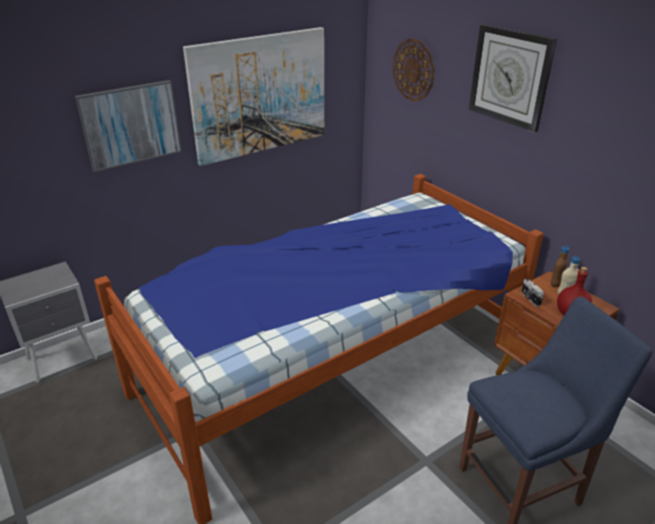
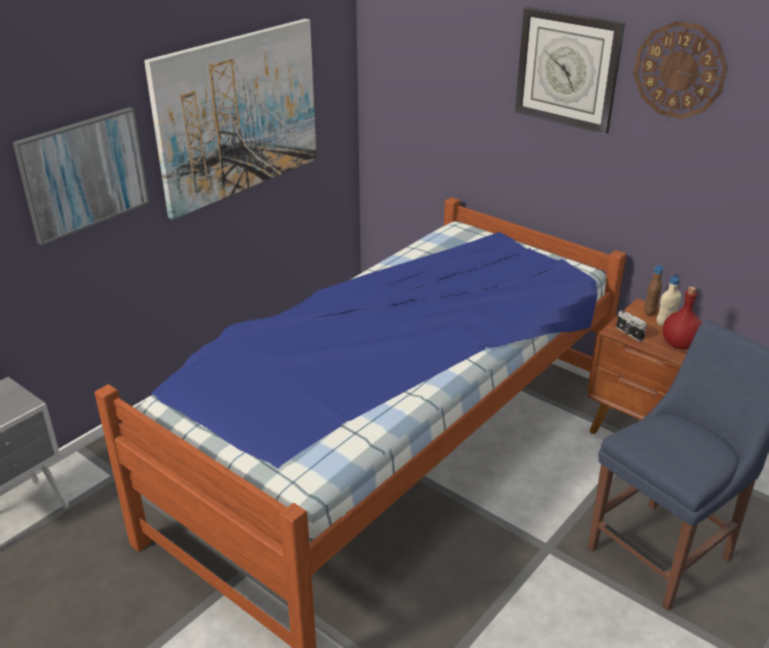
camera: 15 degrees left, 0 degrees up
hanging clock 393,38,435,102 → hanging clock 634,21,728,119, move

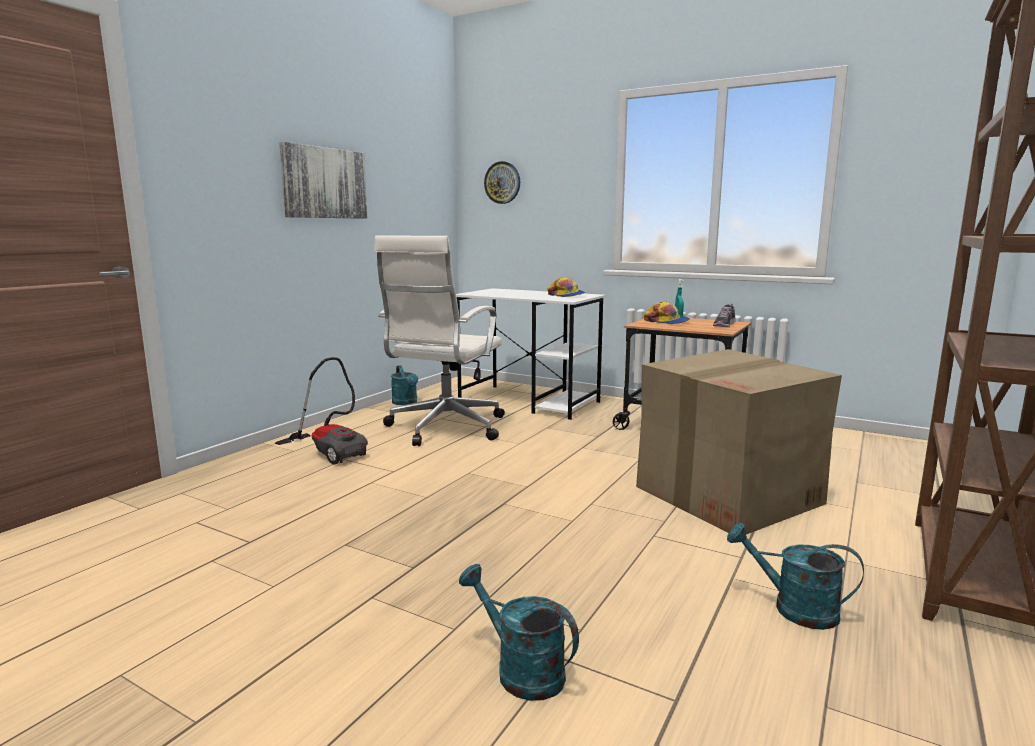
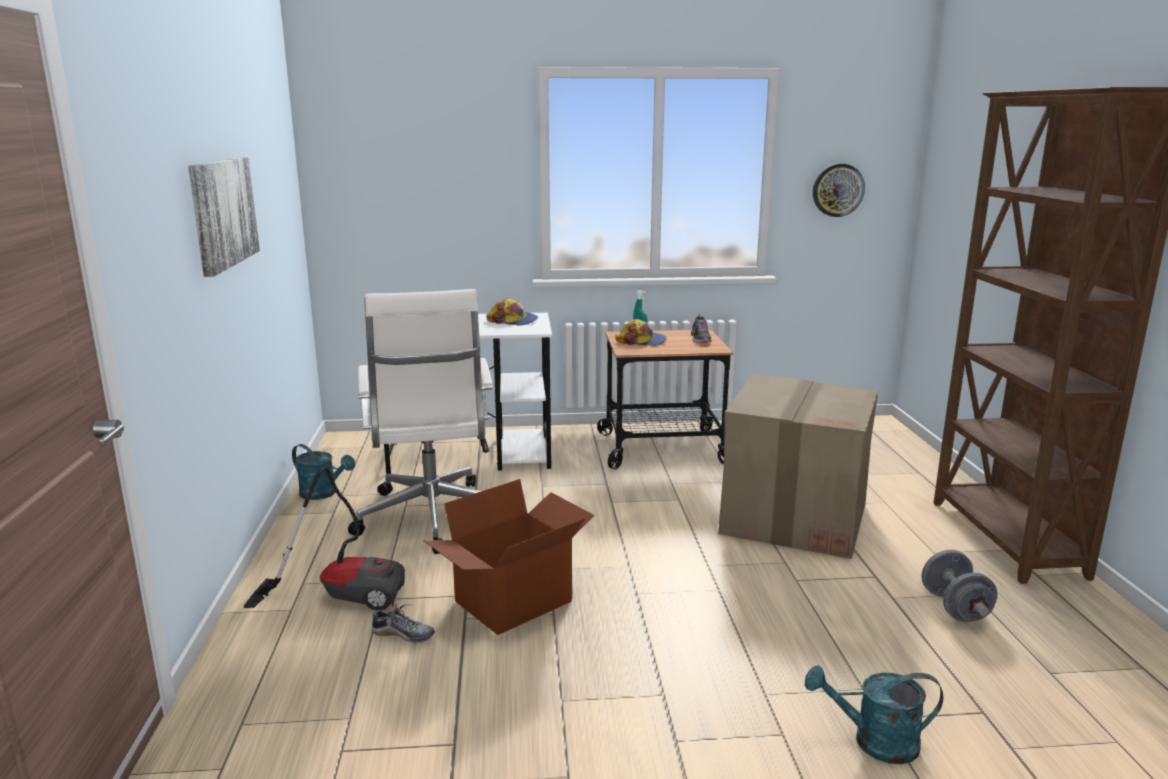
camera: 35 degrees left, 5 degrees up
- → low shoe 371,604,435,643
- → carton 423,479,594,635
hanging clock 484,161,520,204 → hanging clock 813,164,865,217, move
turquoise watering can 727,522,864,630 → gray free weight 921,550,998,622

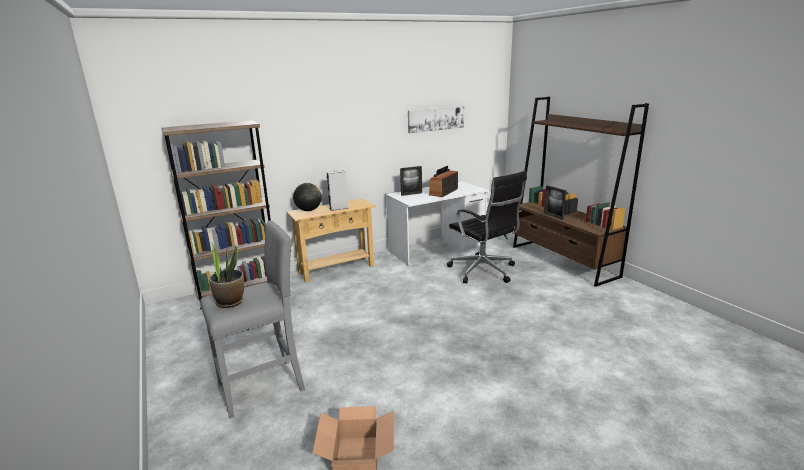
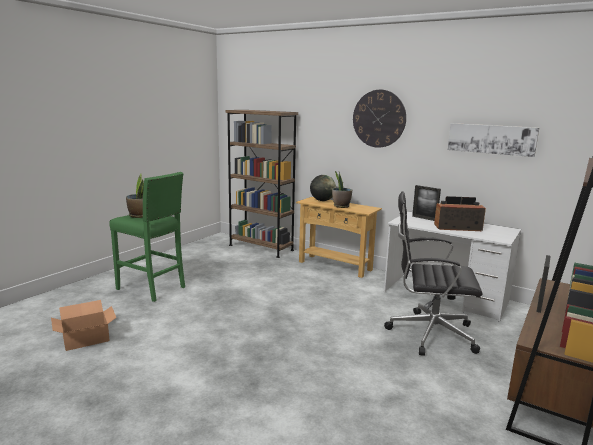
camera: 60 degrees right, 5 degrees down
- → hanging clock 353,90,406,148
gray audio speaker 327,171,348,211 → potted plant 332,171,352,208
gray stool seat 200,221,305,419 → greenish stool seat 109,172,185,302
blackish desk chair 447,171,527,283 → blackish desk chair 384,191,483,356, 75 degrees clockwise

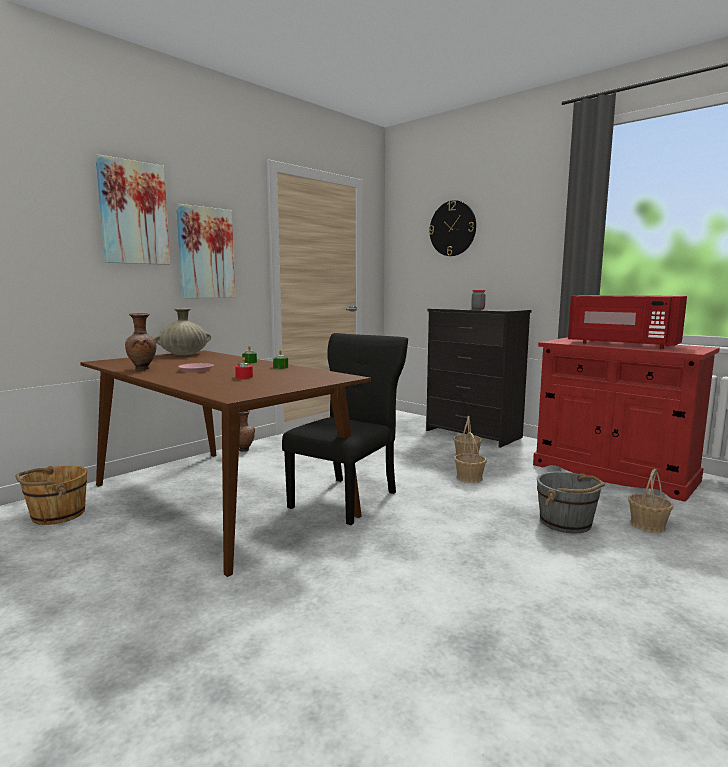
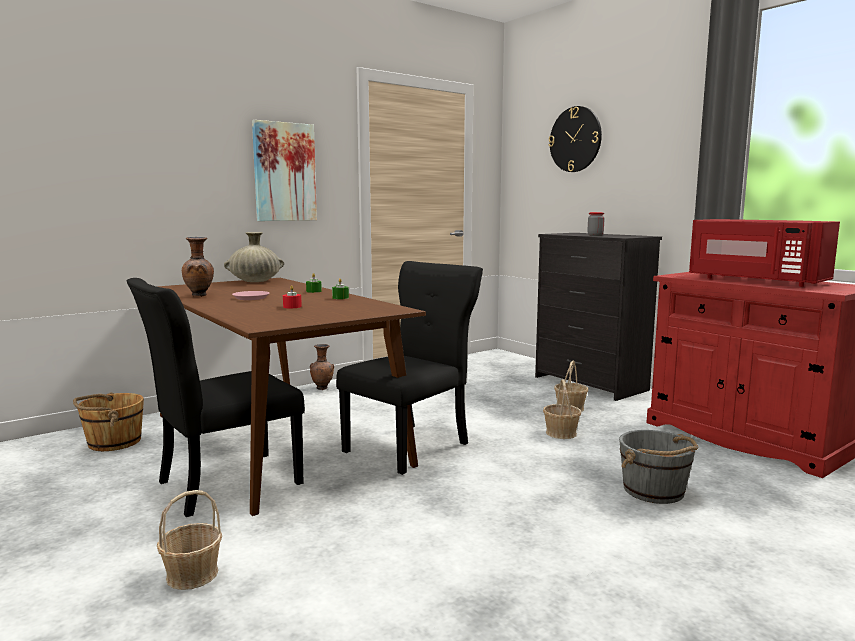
camera: 10 degrees right, 0 degrees up
picture 95,154,170,265 → -
- → blackish chair 127,278,305,517
storage basket 628,469,673,533 → storage basket 157,490,222,590, move

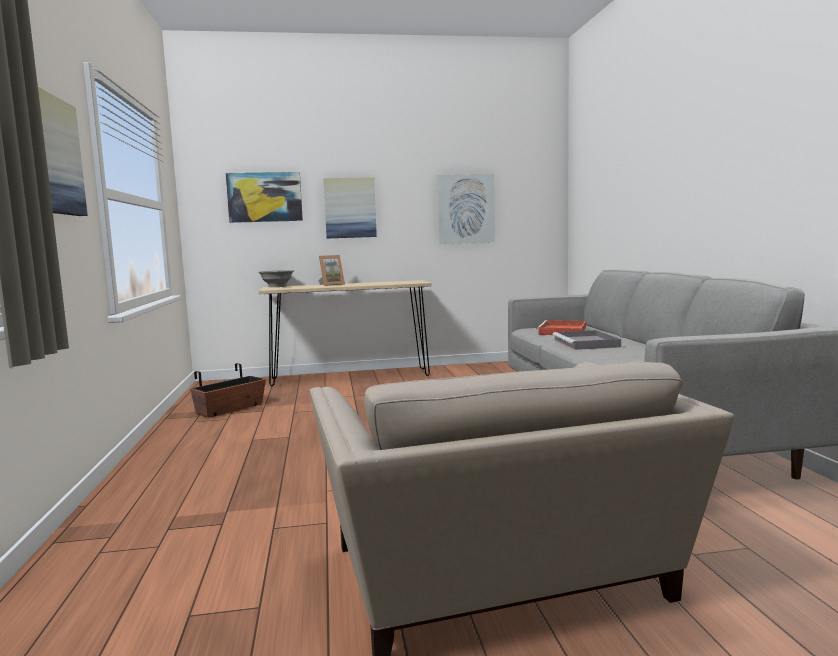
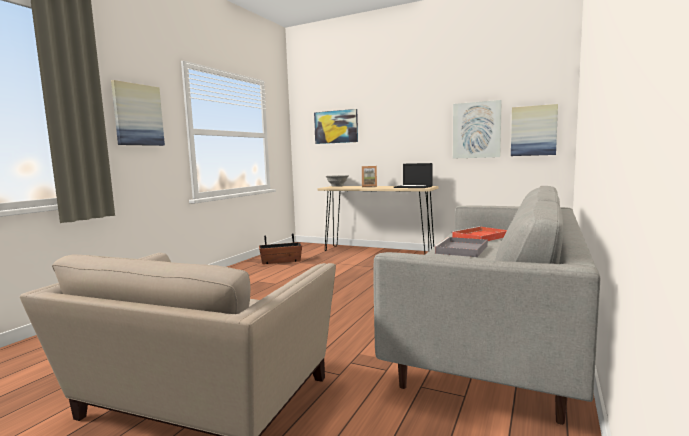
camera: 35 degrees right, 0 degrees up
- → notebook computer 394,163,432,188
picture 323,177,377,239 → picture 511,104,558,156, move

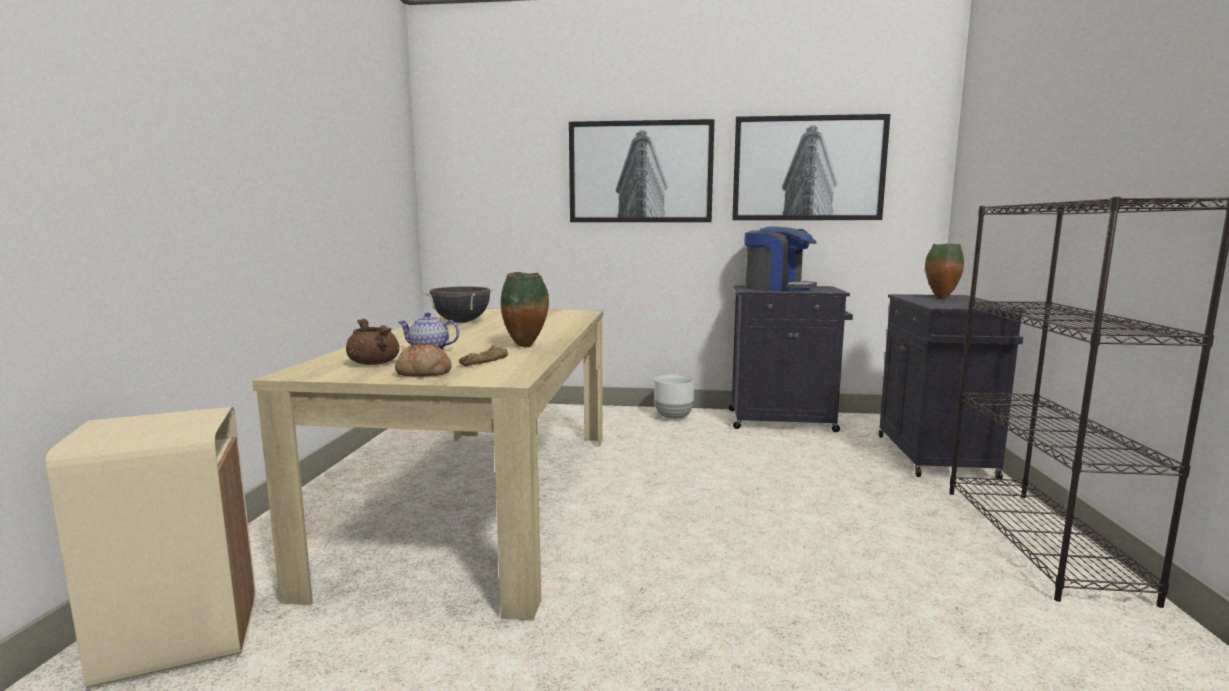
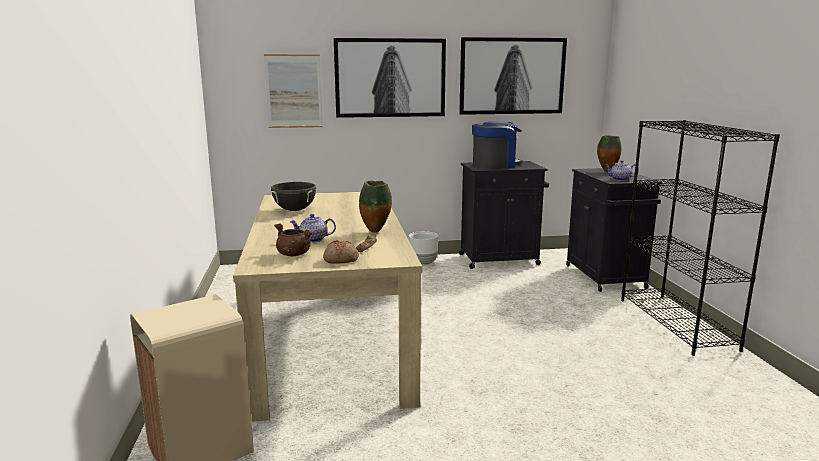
camera: 15 degrees left, 5 degrees up
- → picture 264,54,323,128
- → teapot 605,160,639,181
coffee brewer 745,227,817,292 → coffee brewer 472,121,523,169, 45 degrees counterclockwise

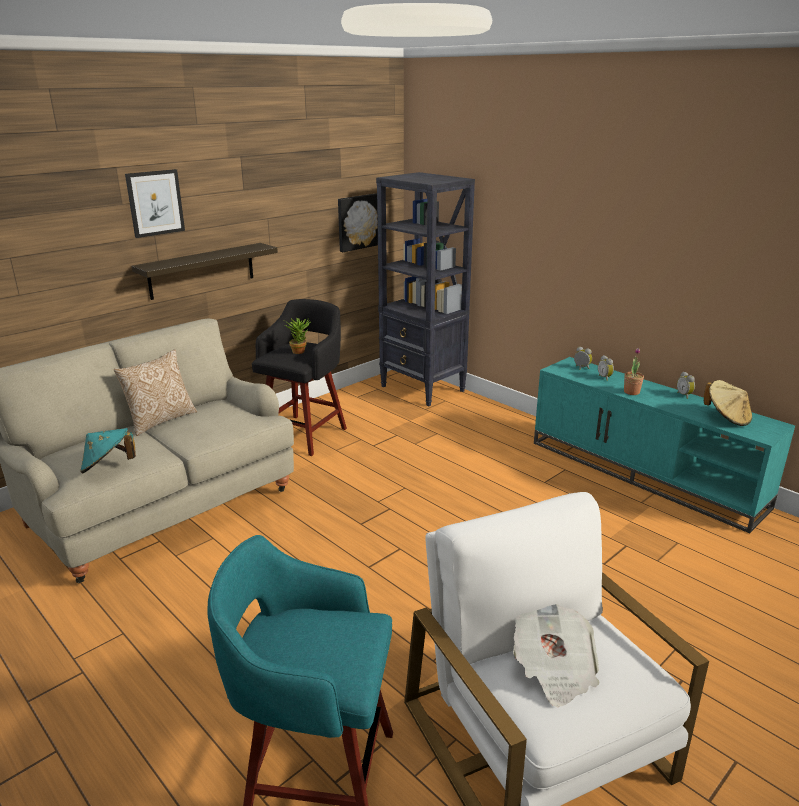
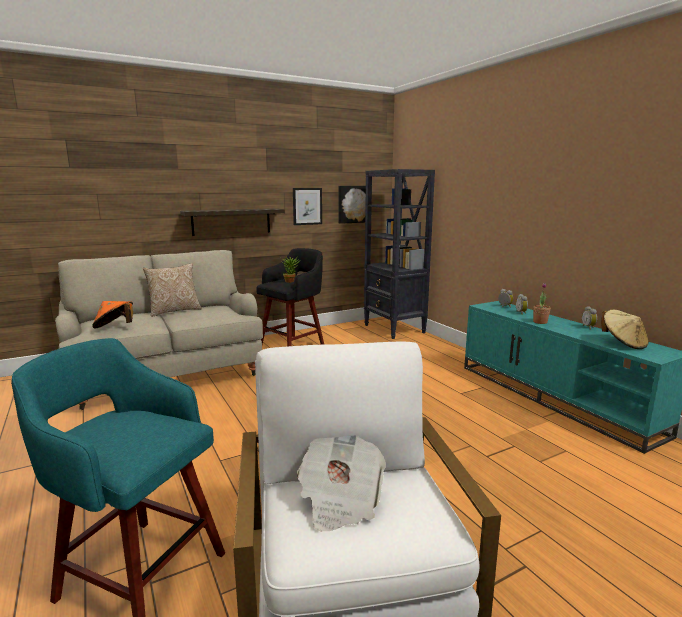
camera: 15 degrees right, 10 degrees down
picture 125,169,185,238 → picture 293,188,322,225, move
turquoise clothing hat 80,428,136,473 → orange clothing hat 92,301,133,329

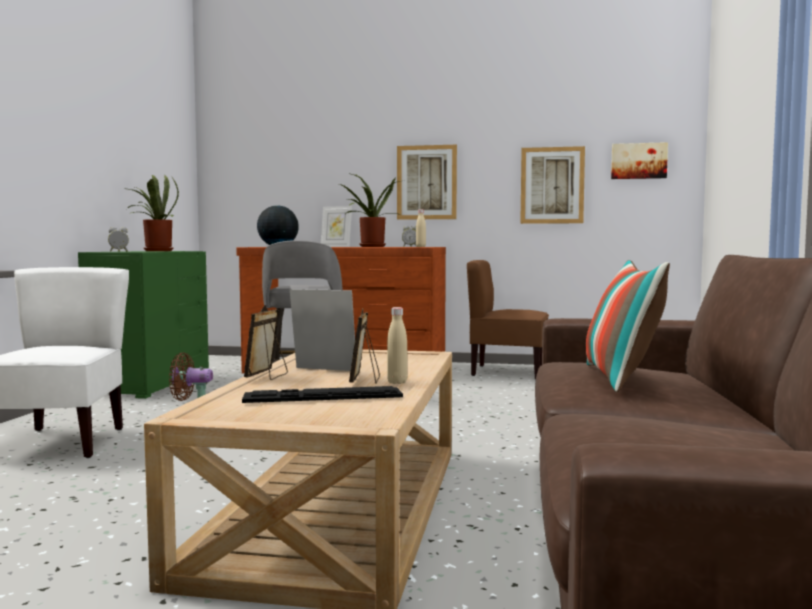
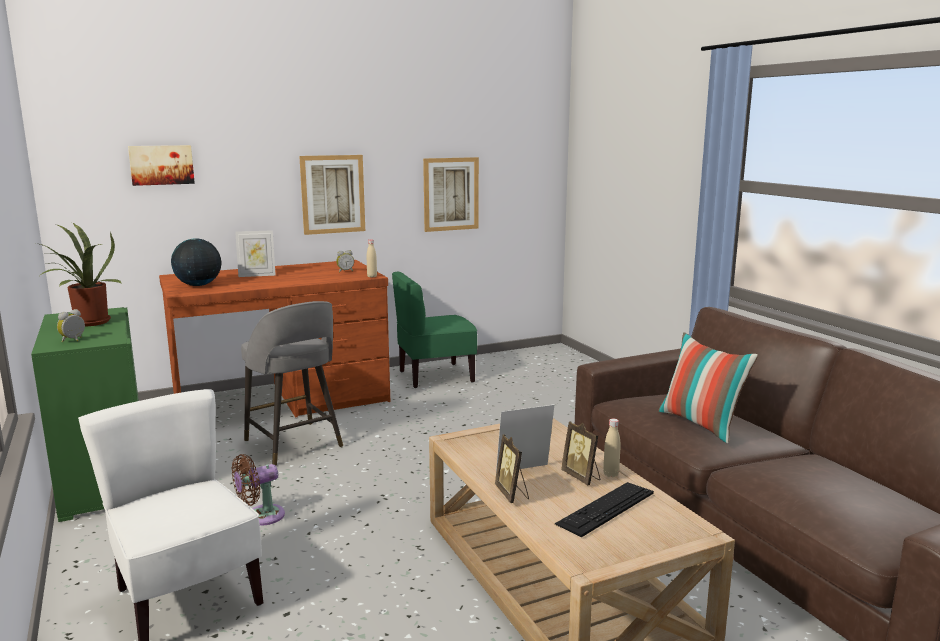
camera: 35 degrees left, 10 degrees up
potted plant 339,173,400,247 → -
picture 611,142,668,179 → picture 128,145,195,186, move
brown-coloured chair 467,260,549,380 → greenish chair 392,272,477,388

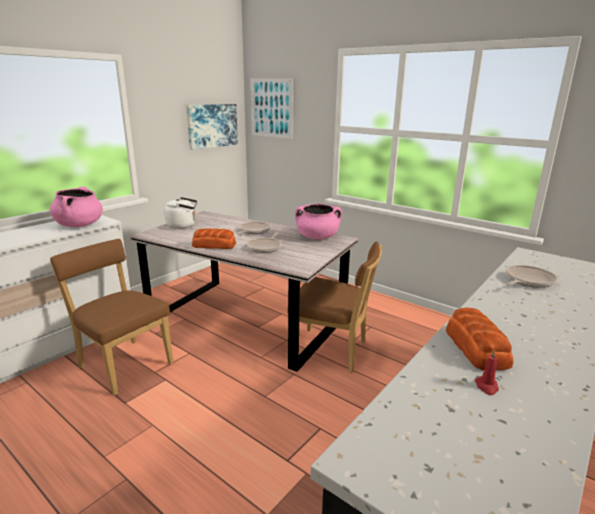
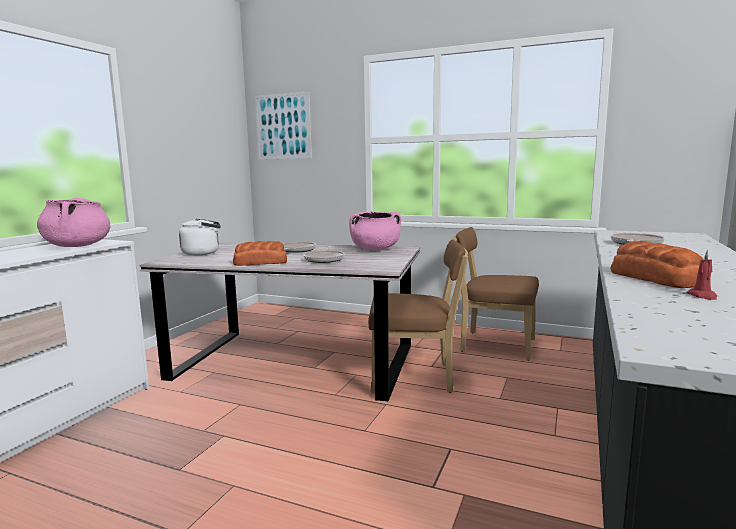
camera: 15 degrees left, 10 degrees down
picture 186,104,238,150 → -
brown-coloured chair 50,239,173,396 → brown-coloured chair 452,227,539,361, move

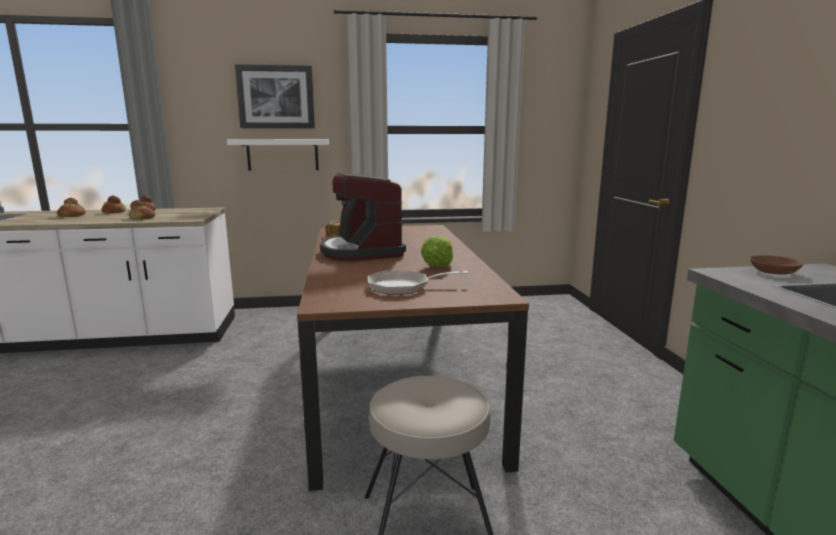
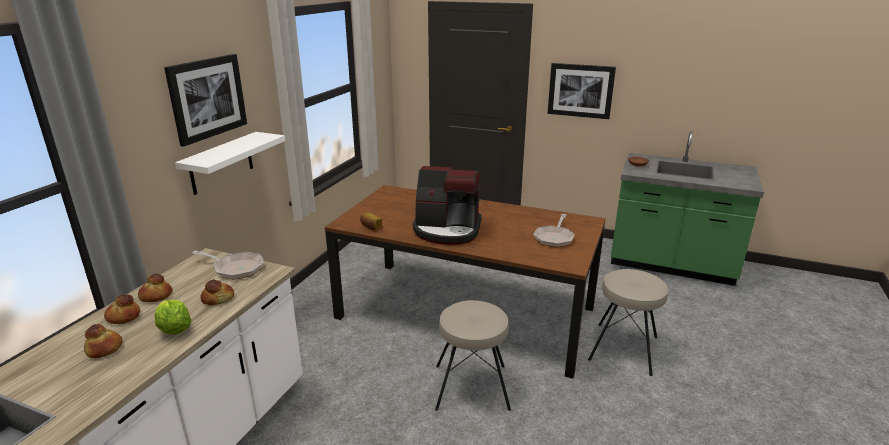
camera: 60 degrees left, 10 degrees up
- → pan 192,251,264,280
- → beige stool seat 435,300,511,411
- → picture 548,63,616,119
head of lettuce 421,236,453,267 → head of lettuce 155,300,192,335, move

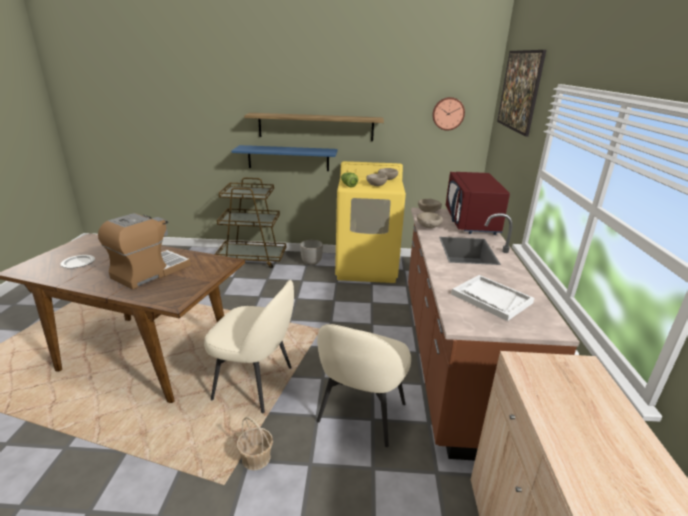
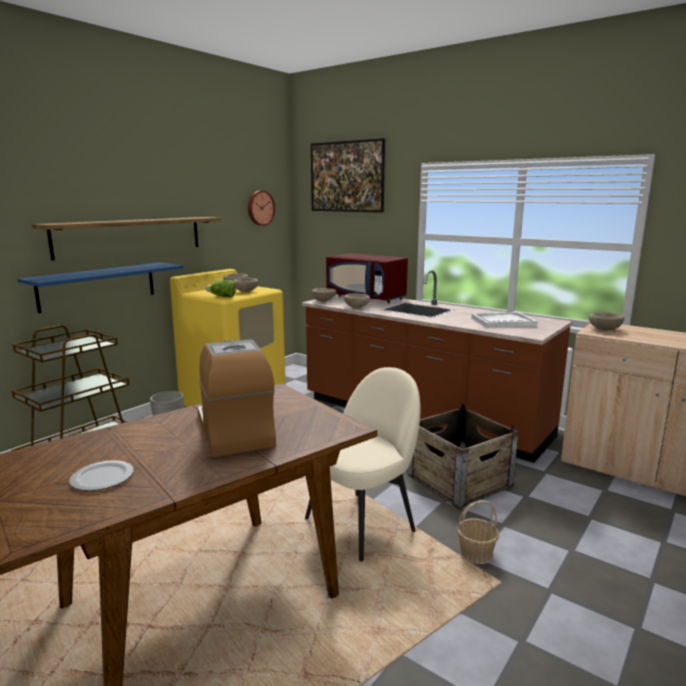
camera: 55 degrees left, 10 degrees down
- → beige serving bowl 589,312,624,330
beige chair 317,324,411,447 → packing crate 408,404,518,509

